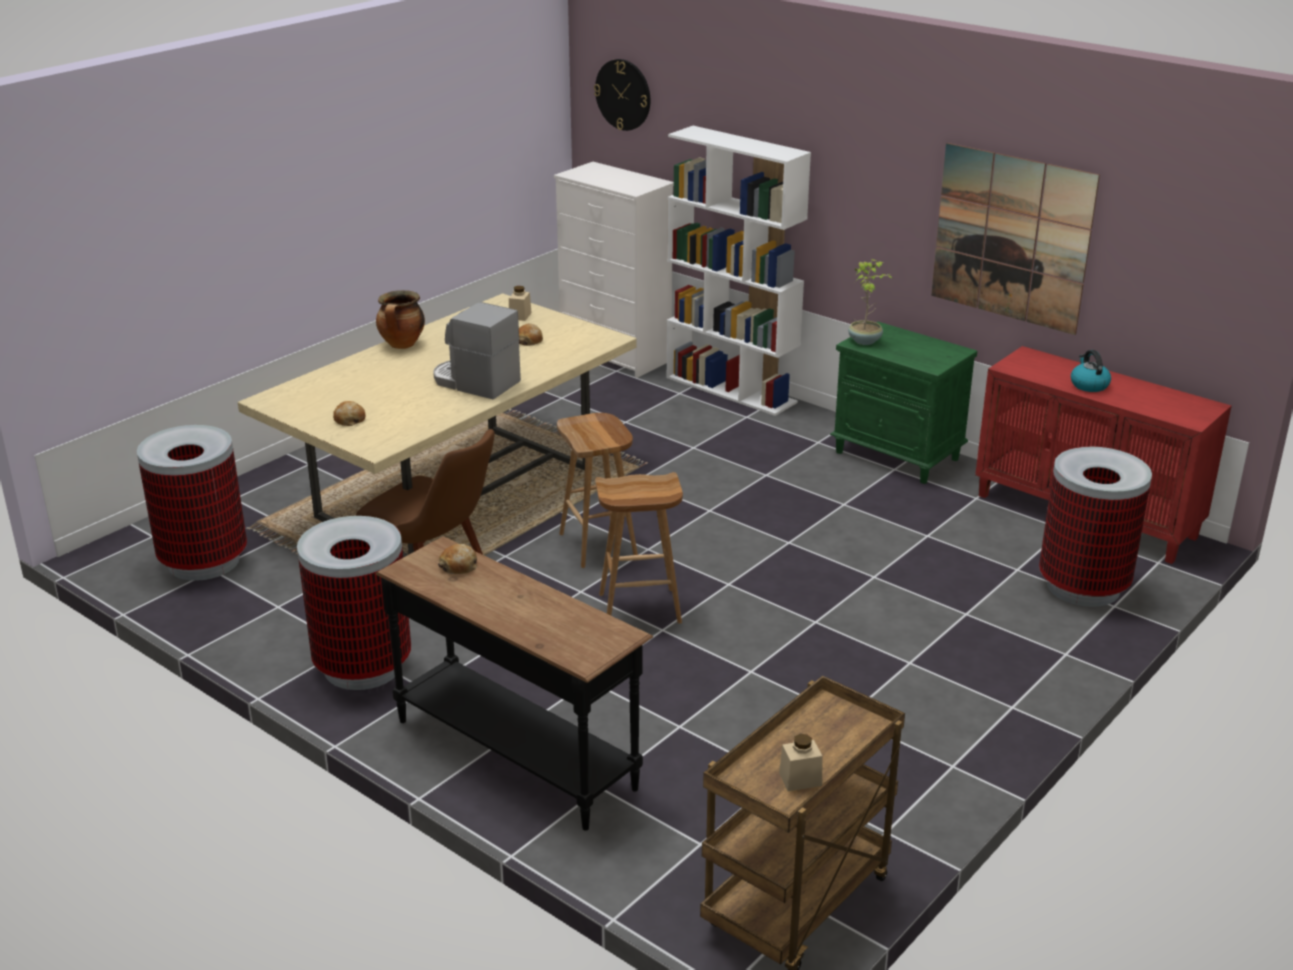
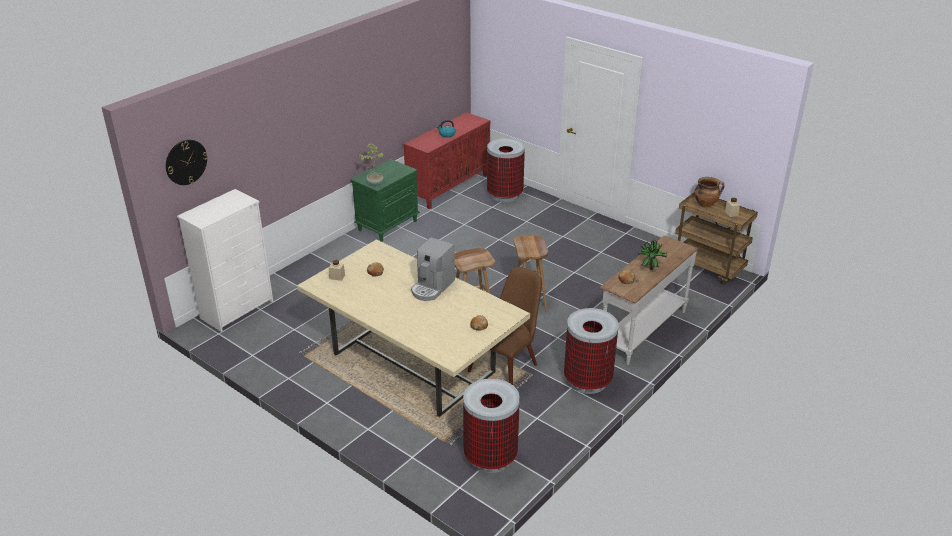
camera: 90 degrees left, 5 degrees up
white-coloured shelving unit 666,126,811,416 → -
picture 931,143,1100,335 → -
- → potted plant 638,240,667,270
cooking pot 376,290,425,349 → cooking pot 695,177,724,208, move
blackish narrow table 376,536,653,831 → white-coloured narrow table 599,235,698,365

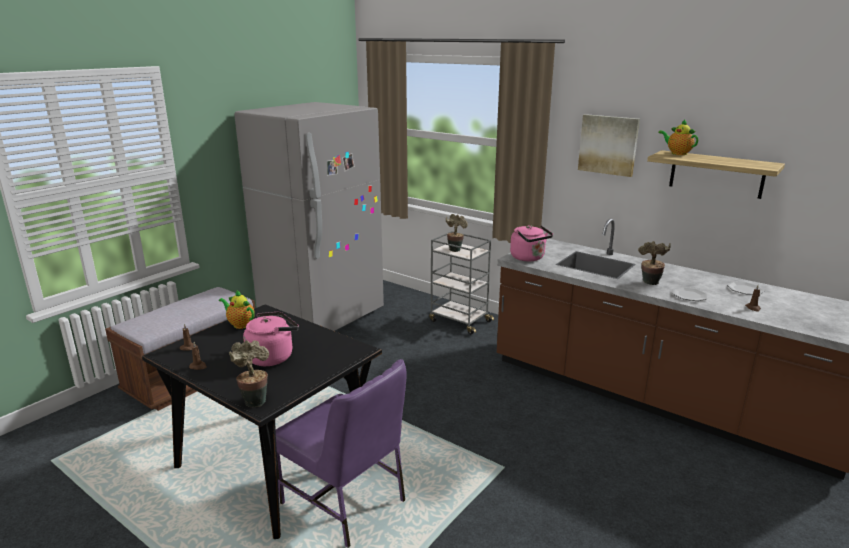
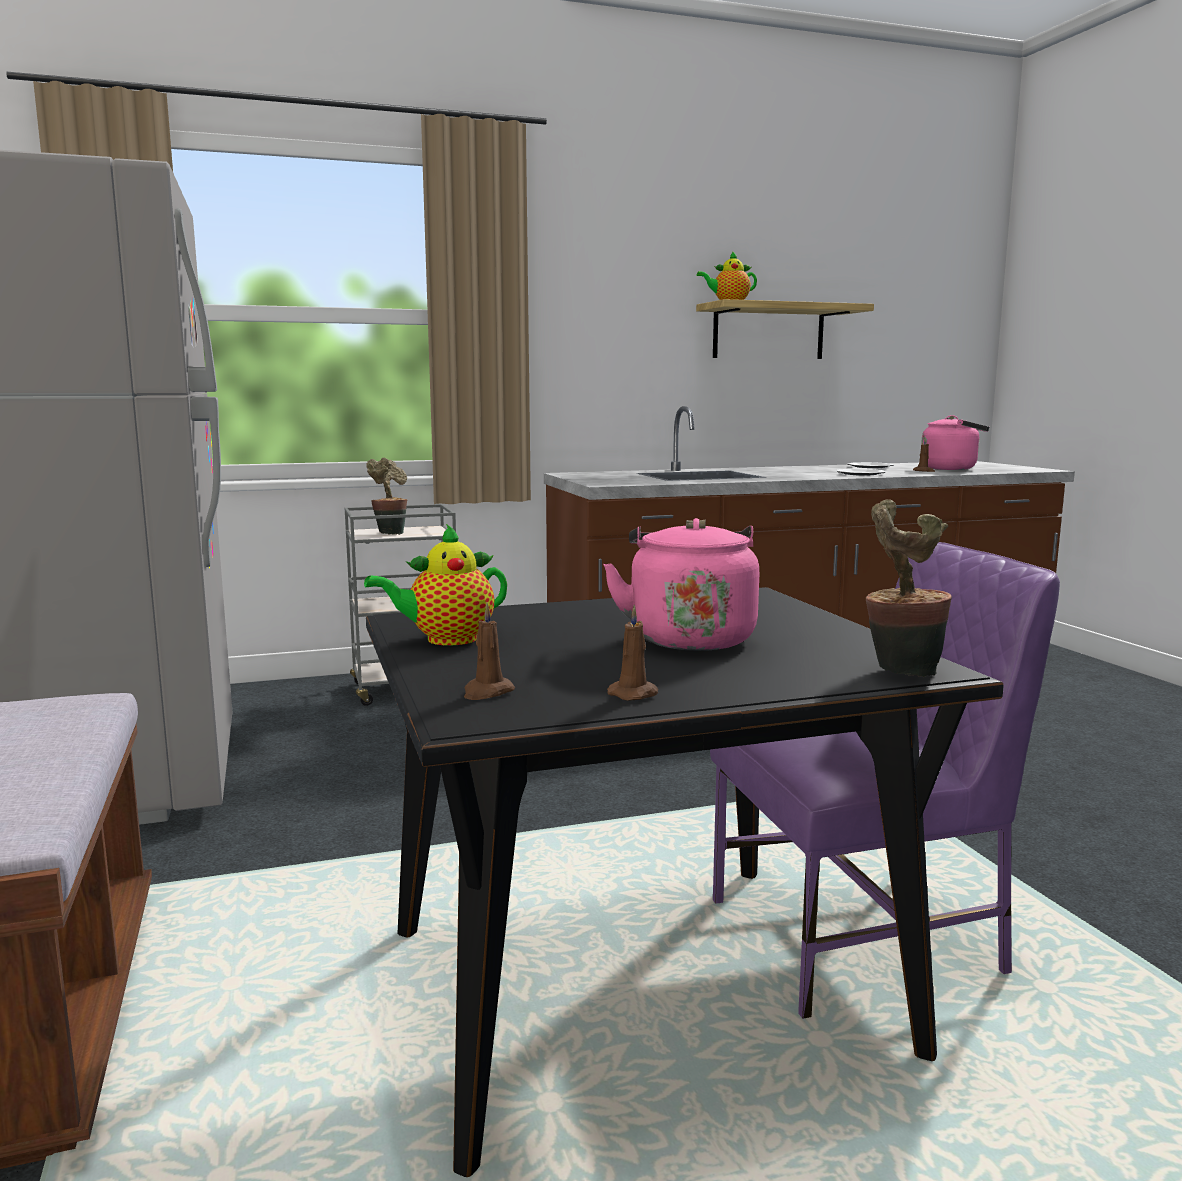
camera: 55 degrees left, 10 degrees down
picture 578,114,640,177 → -
potted plant 638,241,671,285 → -
pink water kettle 510,225,553,261 → pink water kettle 921,415,989,470, move

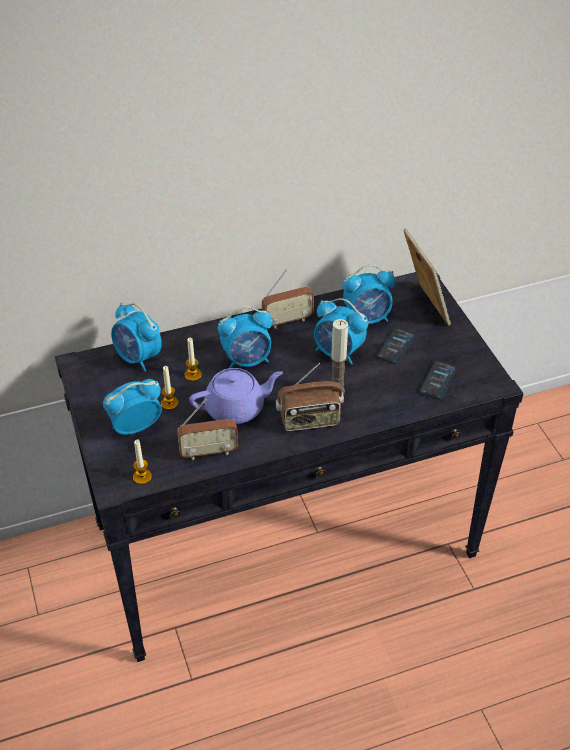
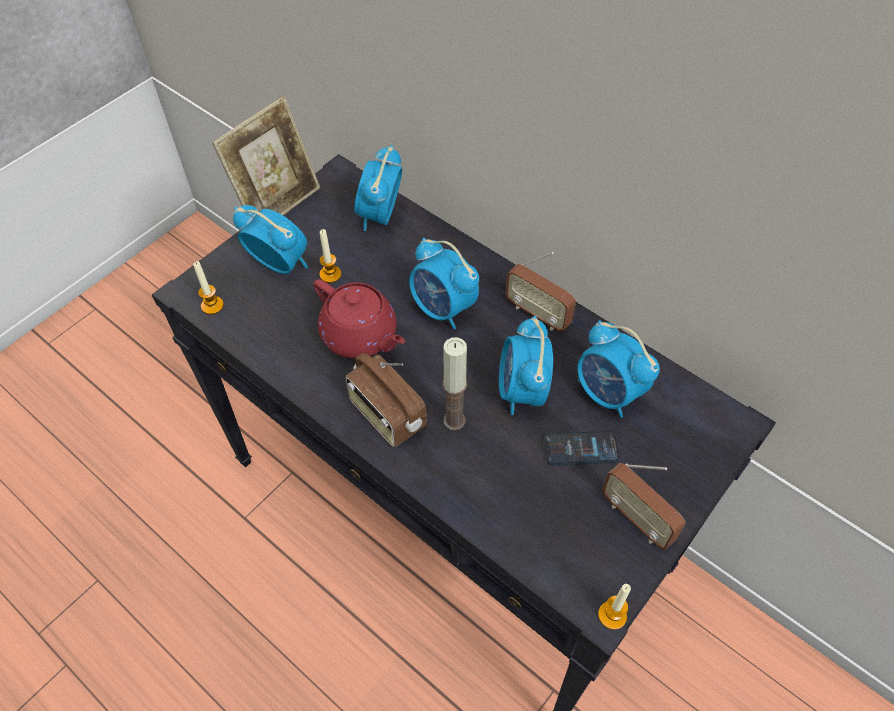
camera: 60 degrees right, 10 degrees up
phone 420,361,456,400 → -
radio set 177,399,238,460 → radio set 602,463,685,550, move
candle 184,338,202,381 → candle 598,584,631,630, move
standing frame 404,229,451,326 → standing frame 212,96,320,215, move
purple-coloured teapot 189,368,283,424 → reddish teapot 313,279,405,359

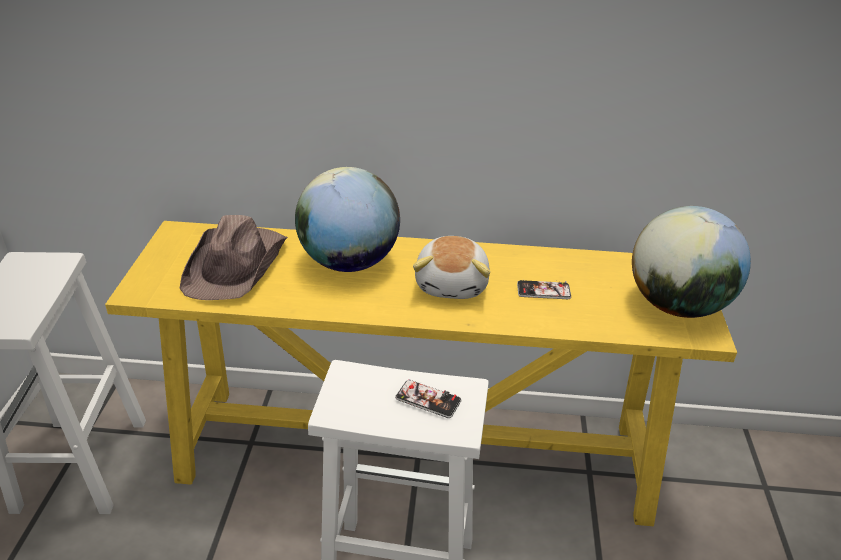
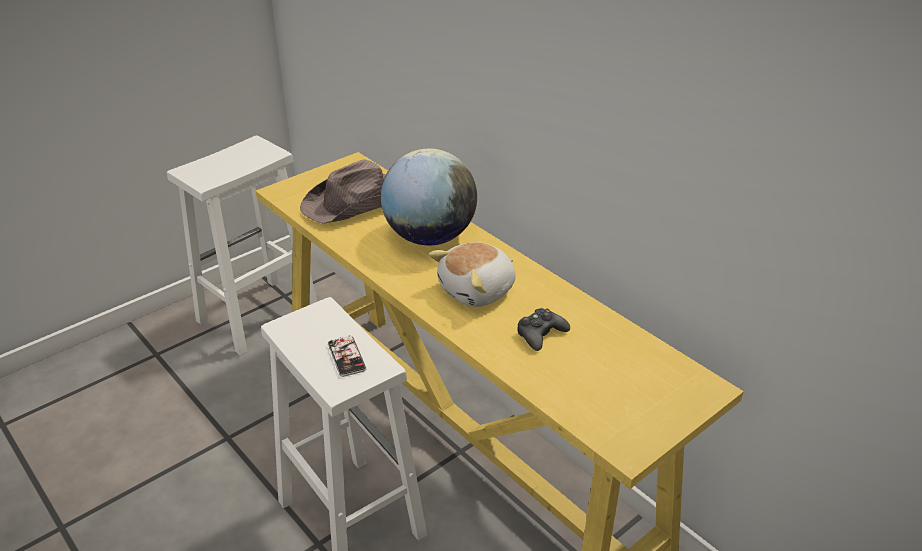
camera: 45 degrees right, 0 degrees up
desk globe 632,206,751,318 → -
phone 517,280,571,299 → blackish joypad 517,308,570,351

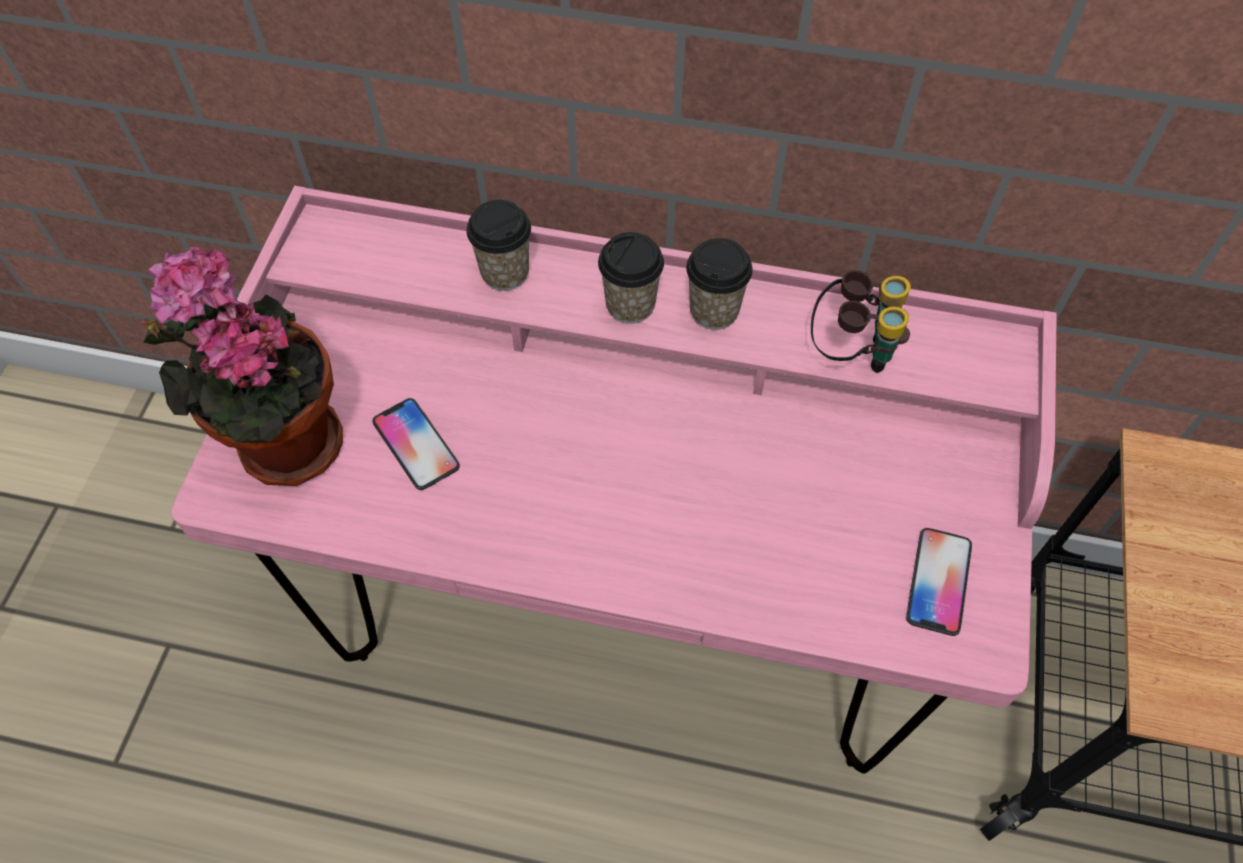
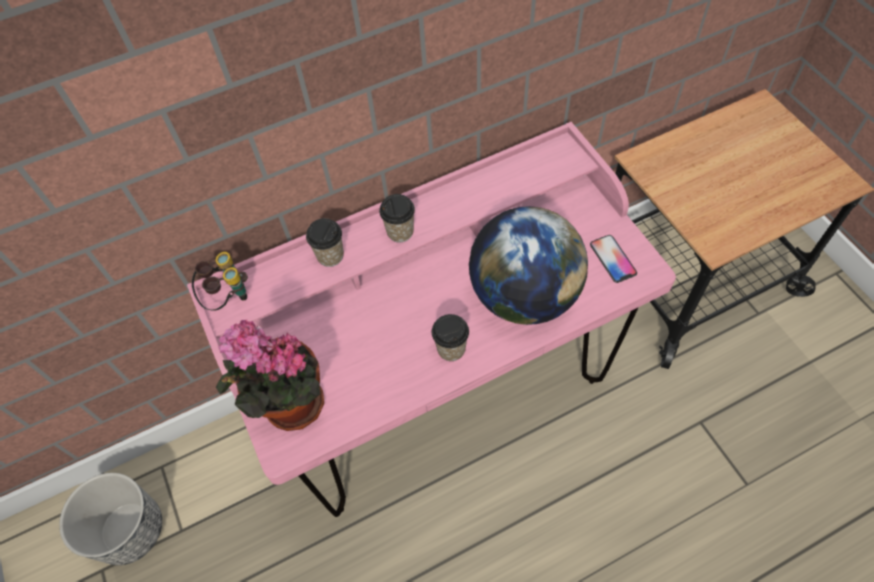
camera: 35 degrees left, 0 degrees up
phone 372,398,460,490 → -
- → planter 59,473,162,565
- → desk globe 469,206,588,325
small cup 686,238,753,330 → small cup 432,314,469,361, move
field glasses 811,270,911,373 → field glasses 192,252,248,311, move

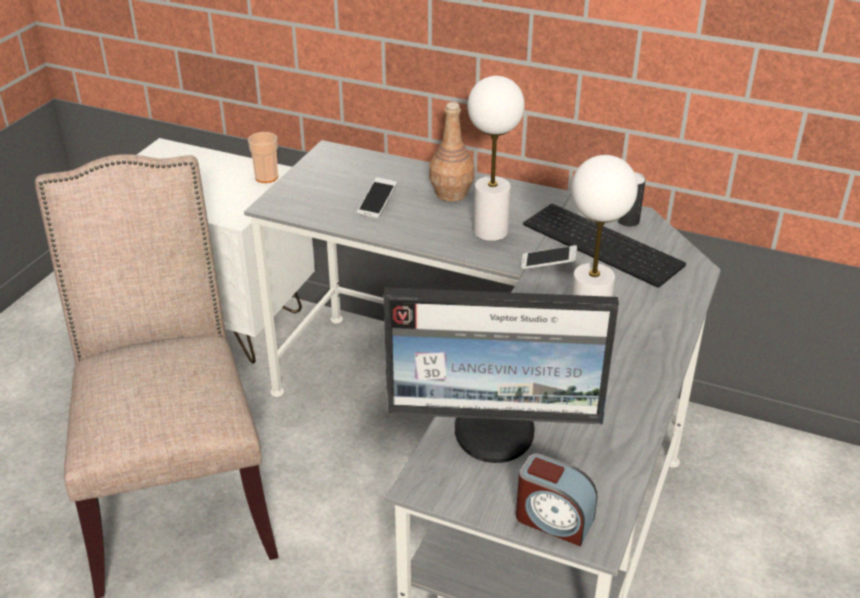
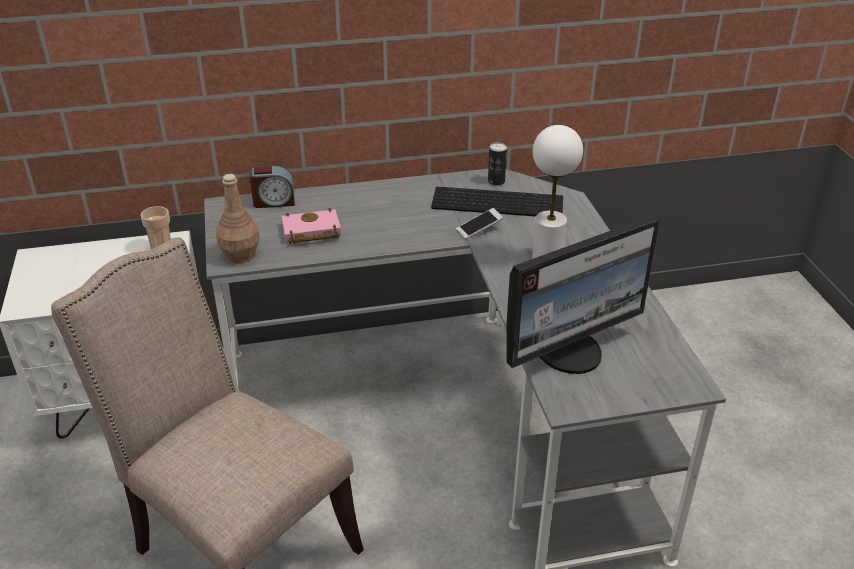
camera: 35 degrees left, 0 degrees up
white-coloured tabletop lamp 467,76,525,241 → -
brown-coloured bottle 429,102,475,202 → brown-coloured bottle 216,174,260,263, move
bedside clock 516,453,597,546 → bedside clock 249,165,295,208, move
phone 357,177,397,219 → pink bound book 282,208,341,244

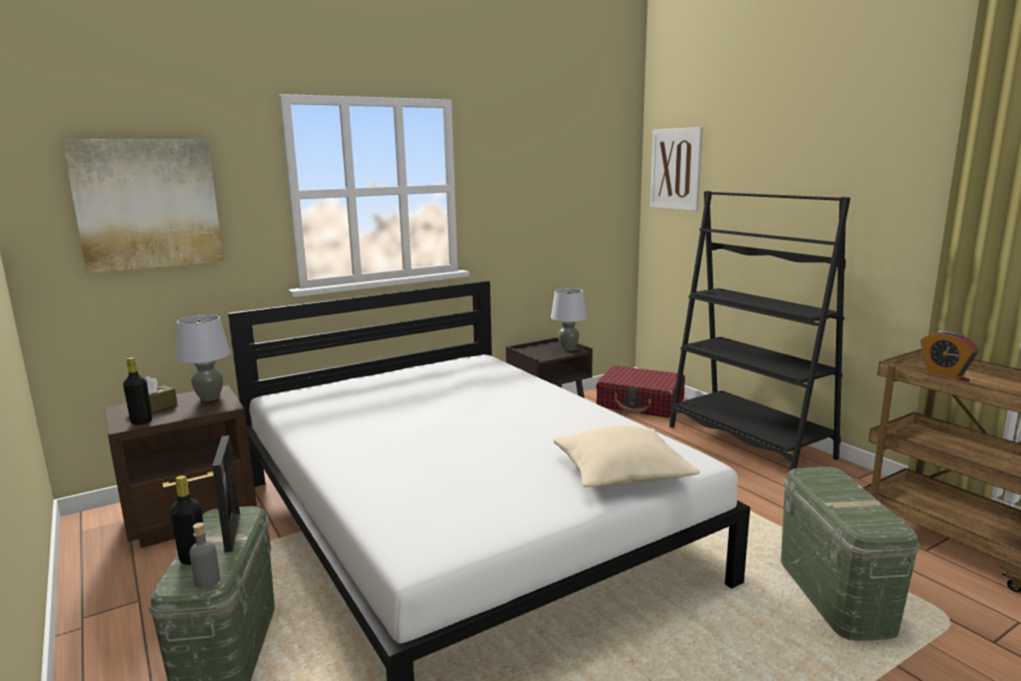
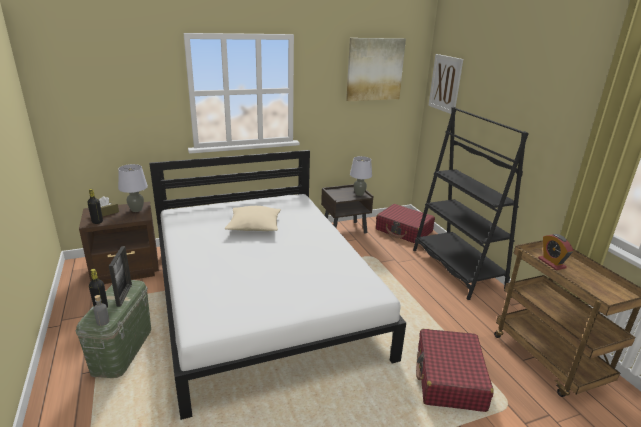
camera: 10 degrees right, 10 degrees up
picture 62,139,224,273 → picture 346,38,406,101, move
beige cushion 553,426,700,487 → beige cushion 225,206,281,231, move
greenish storage box 781,467,920,641 → reddish suitcase 416,329,493,412

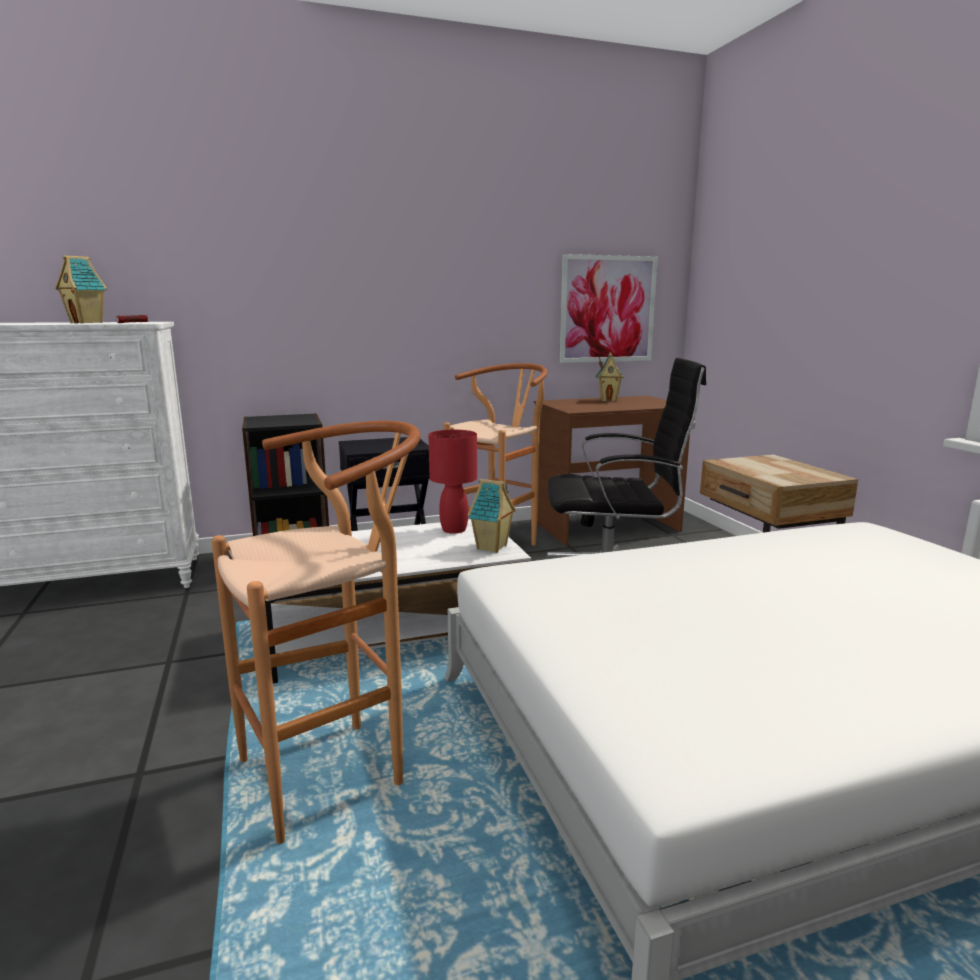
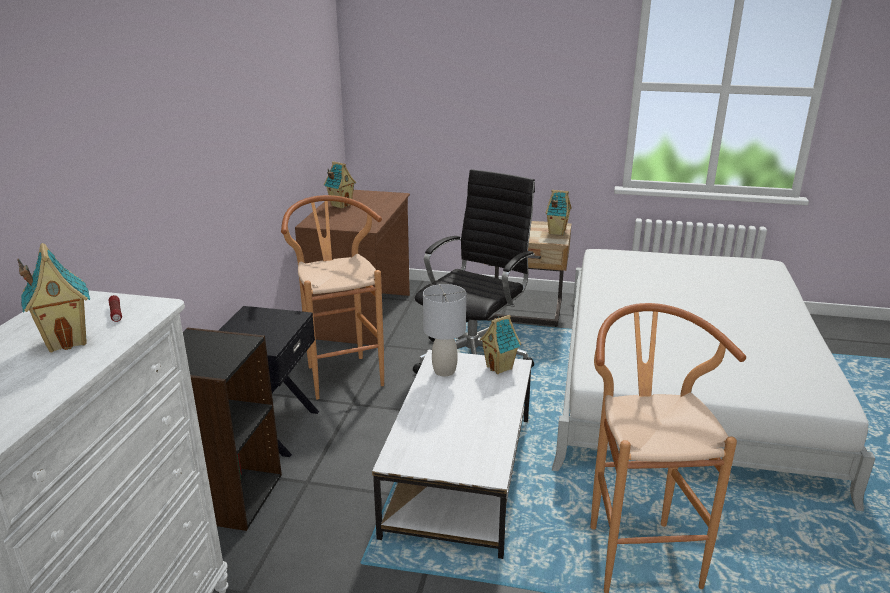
camera: 60 degrees left, 10 degrees up
picture 559,254,658,363 → -
- → model house 546,190,572,235
reddish tabletop lamp 428,430,477,534 → gray tabletop lamp 423,284,466,376

